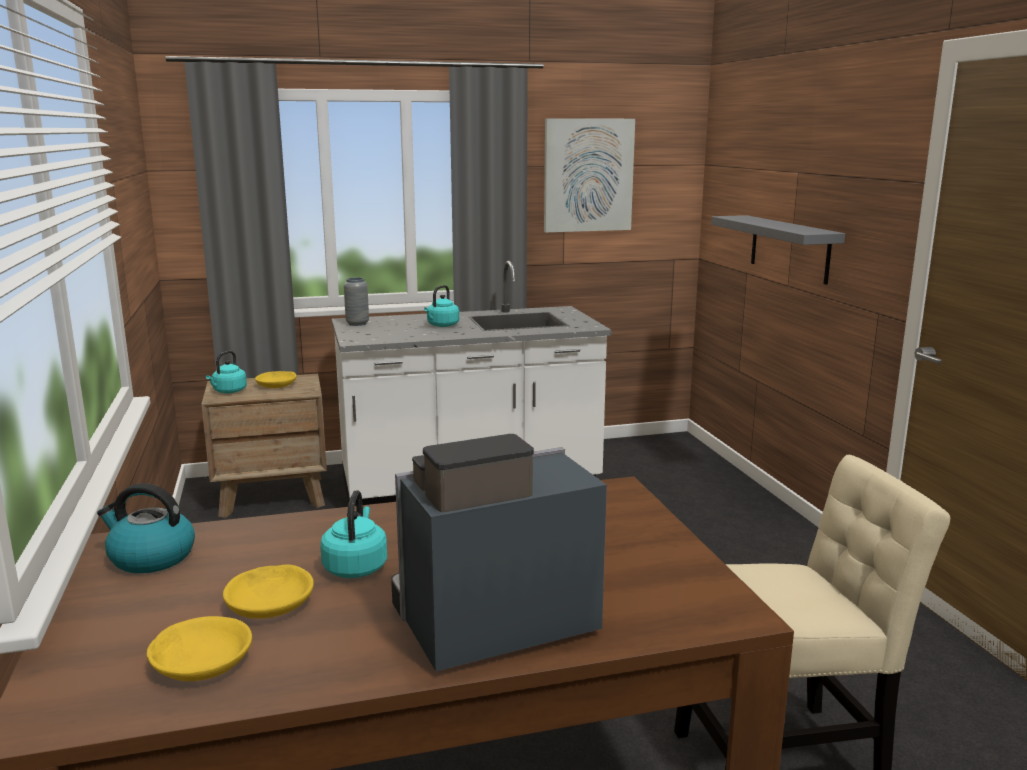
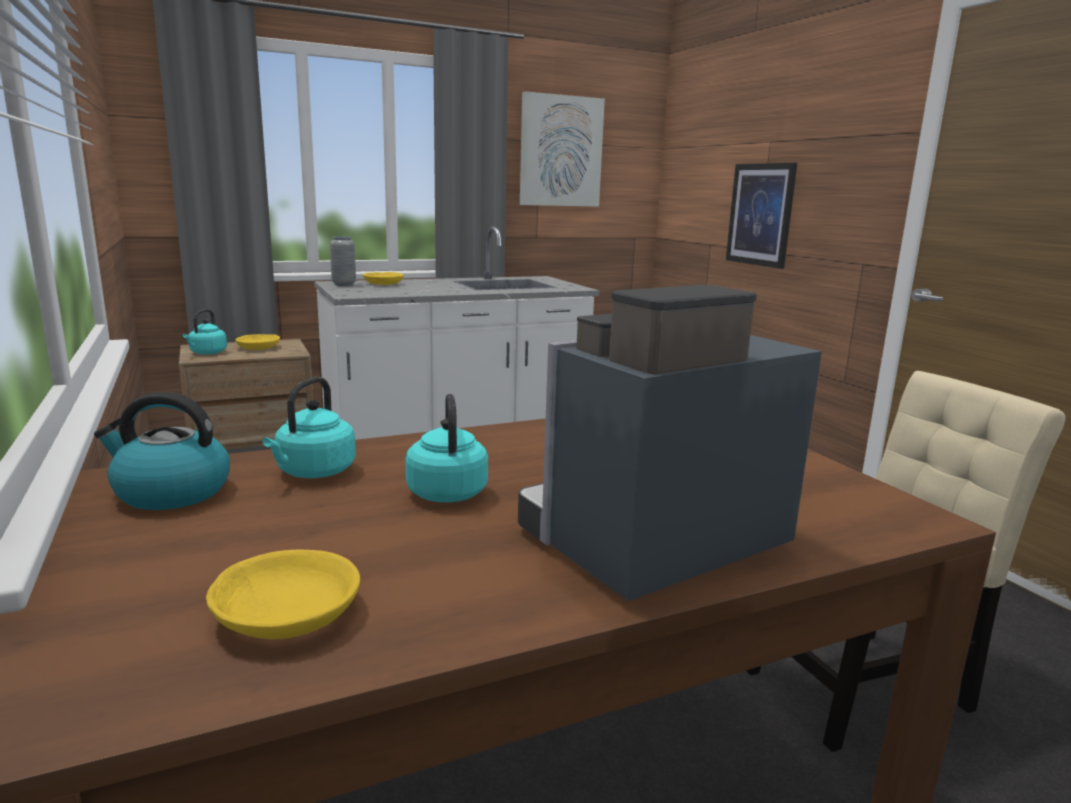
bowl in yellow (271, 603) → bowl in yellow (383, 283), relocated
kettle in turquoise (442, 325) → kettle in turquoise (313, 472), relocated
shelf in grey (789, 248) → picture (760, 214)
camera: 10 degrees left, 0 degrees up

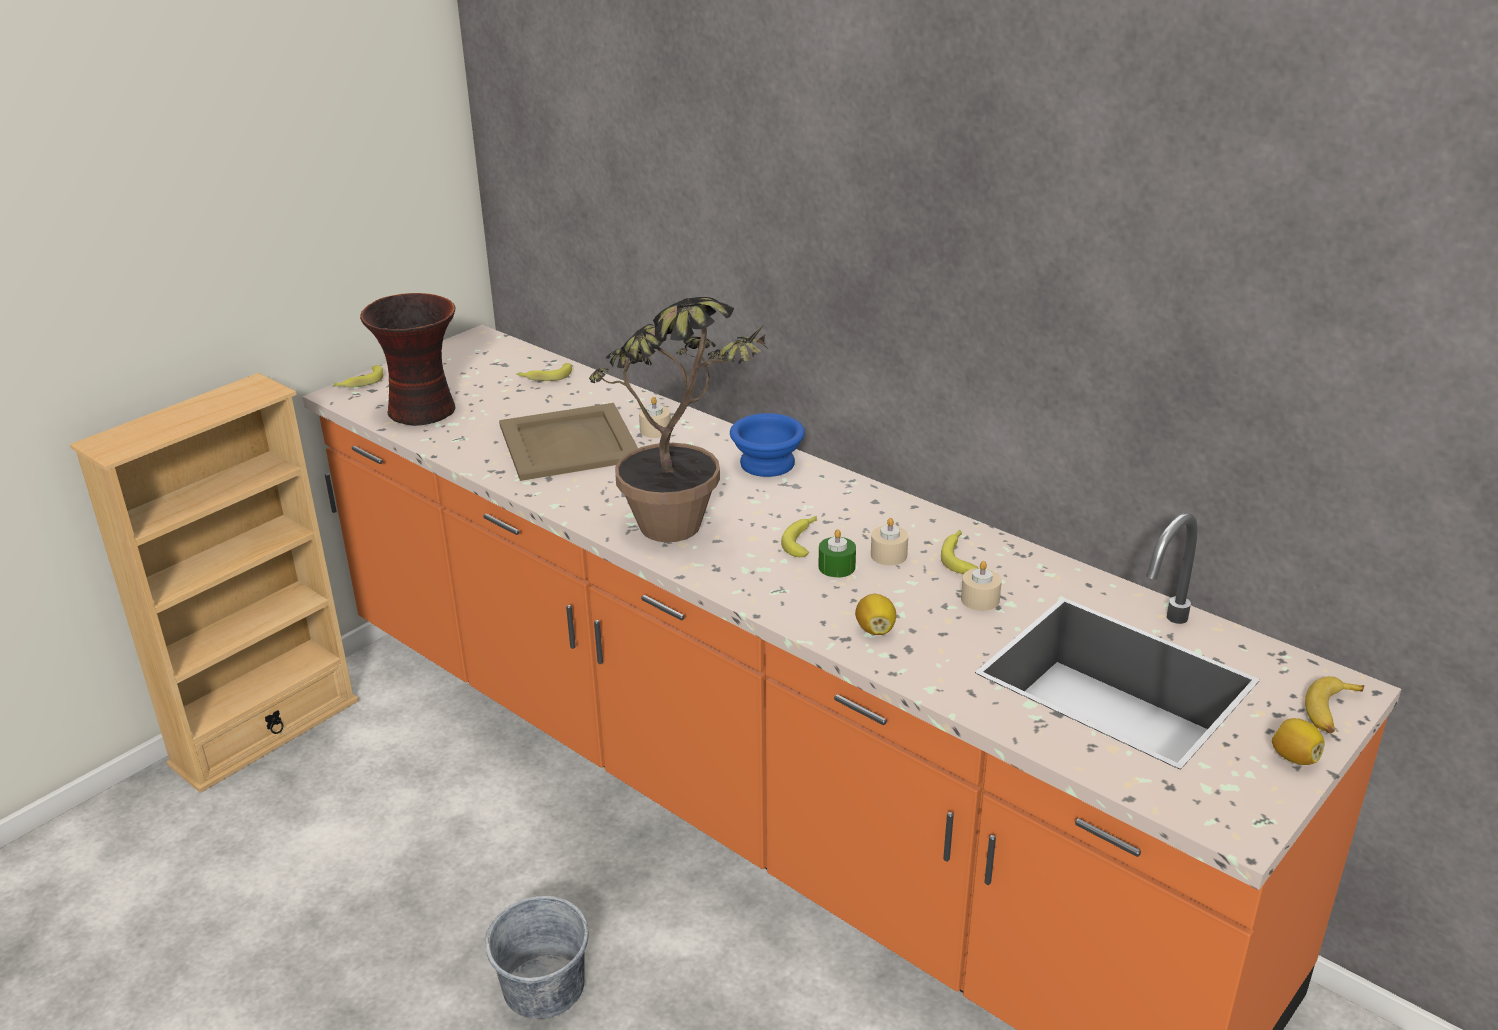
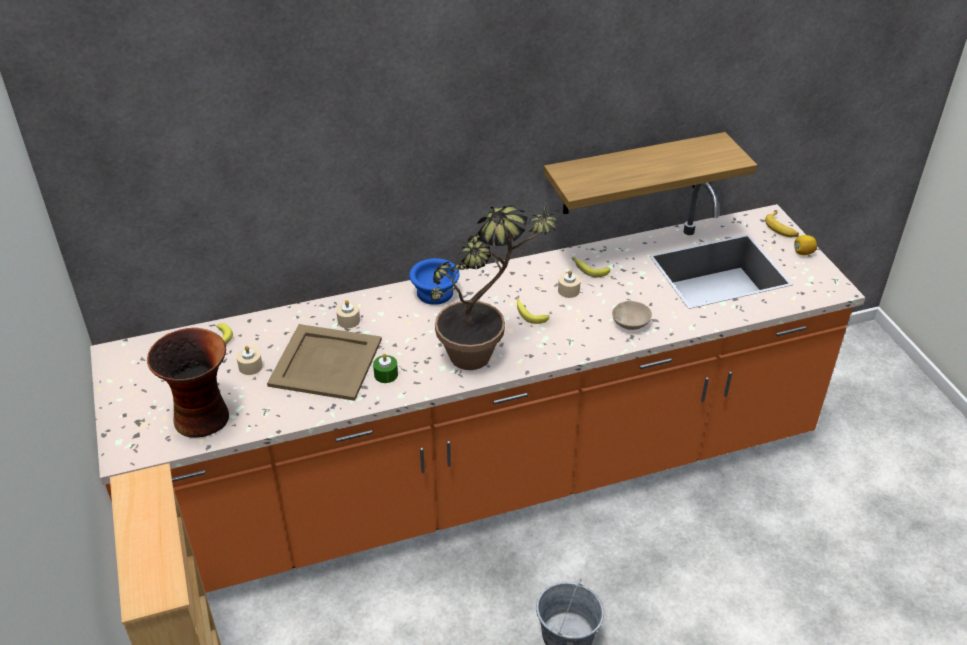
banana (359, 383) → -
candle in green (836, 567) → candle in green (386, 374), relocated
lemon (875, 629) → bowl in beige (631, 323)
candle in beige (980, 599) → candle in beige (250, 366), relocated
- → shelf (633, 174)
camera: 60 degrees left, 10 degrees up

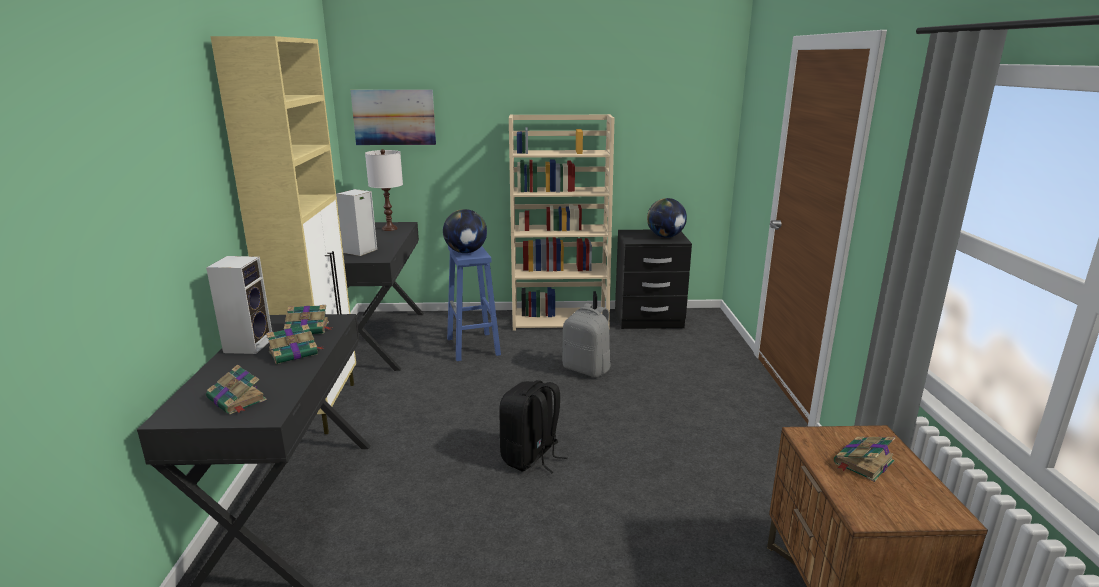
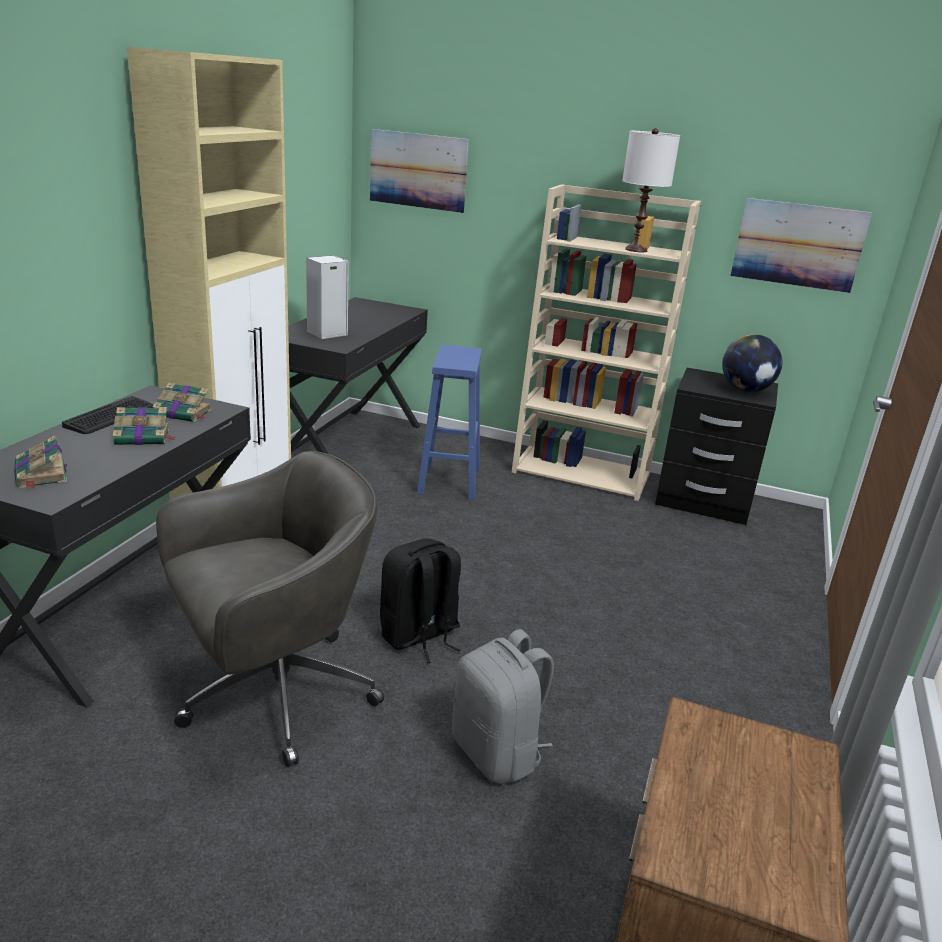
speaker (248, 344) → keyboard (110, 416)
table lamp in white (389, 229) → table lamp in white (635, 250), relocated
globe (466, 252) → -
backpack in grey (587, 369) → backpack in grey (497, 753), relocated
book (863, 463) → -
- → office chair in grey (273, 694)
- → picture (798, 245)
camera: 20 degrees right, 5 degrees up

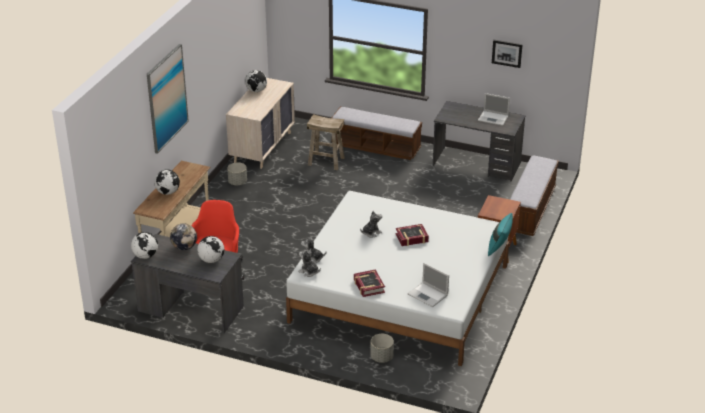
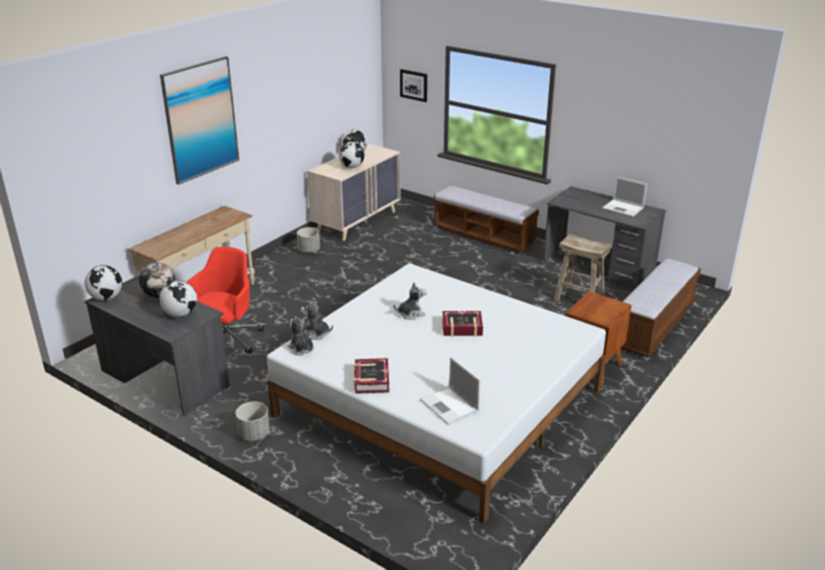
globe (168, 192) → globe (352, 167), relocated
stool in beige (326, 161) → stool in beige (578, 299), relocated
planter in grey (381, 357) → planter in grey (254, 434), relocated
pillow in turquoise (499, 248) → -
picture (507, 53) → picture (414, 85), relocated
camera: 15 degrees right, 5 degrees down

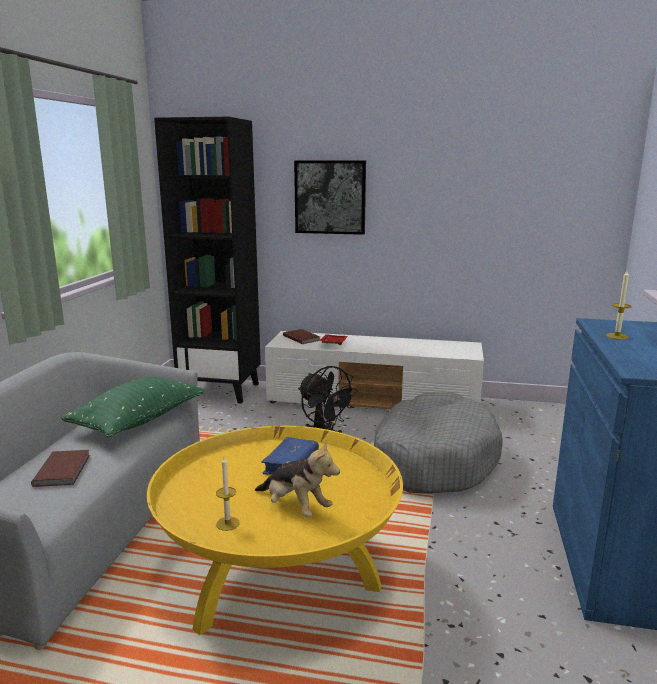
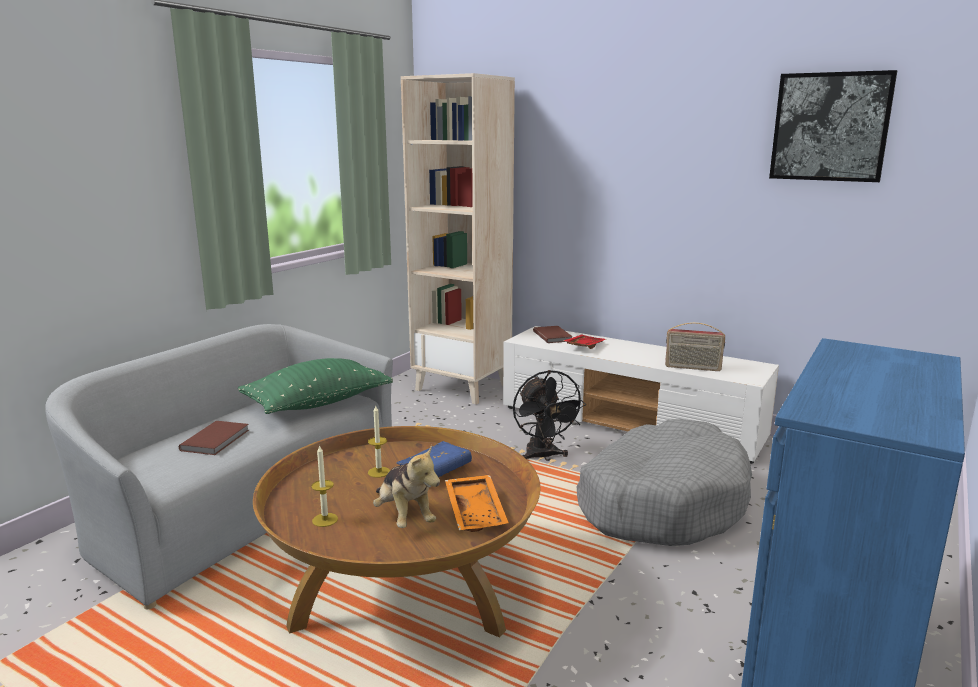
coffee table in yellow (279, 575) → coffee table in brown (403, 593)
bookcase in black (221, 390) → bookcase in beige (463, 387)
picture (330, 197) → picture (830, 127), relocated
candle (617, 336) → candle (379, 472), relocated
- → tray in orange (477, 512)
- → radio (692, 368)
camera: 20 degrees right, 0 degrees up

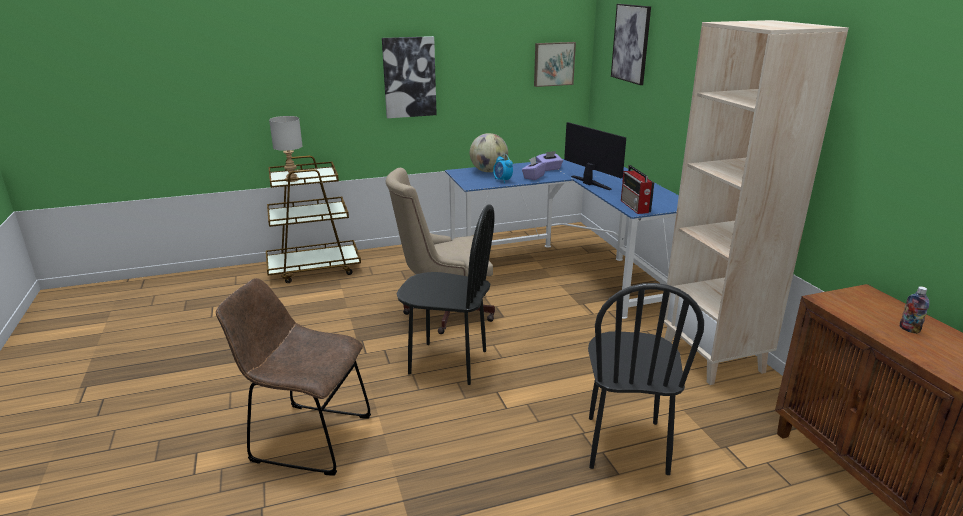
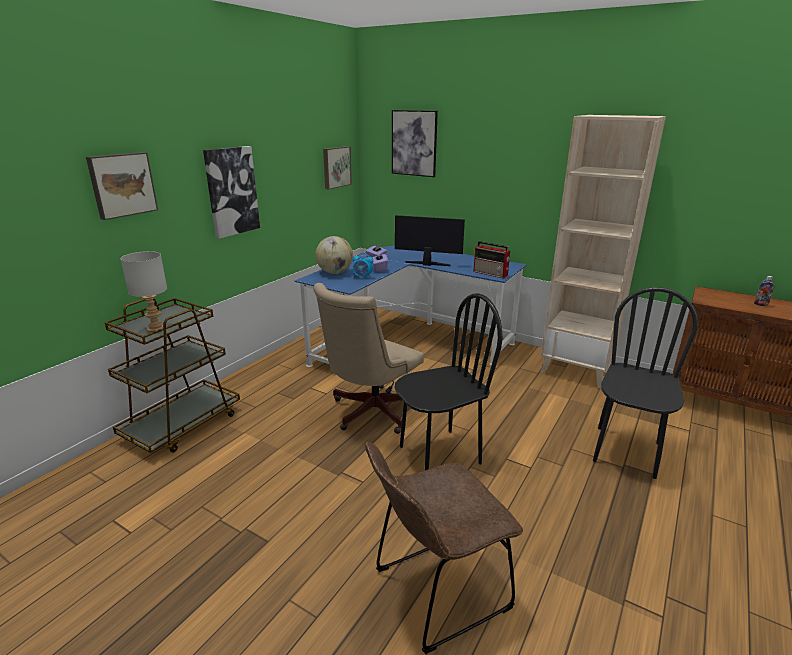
chair in black (625, 444) → chair in black (626, 451), 120 degrees counterclockwise
- → picture (122, 184)
camera: 40 degrees left, 0 degrees up

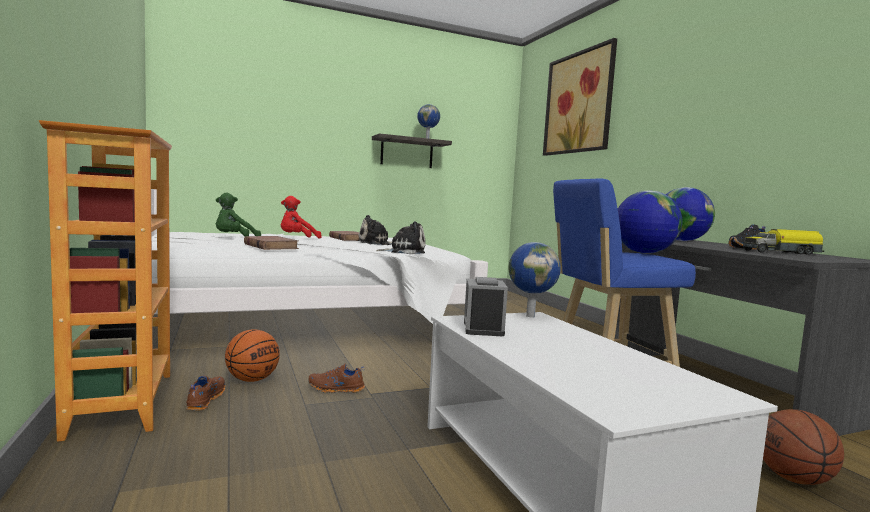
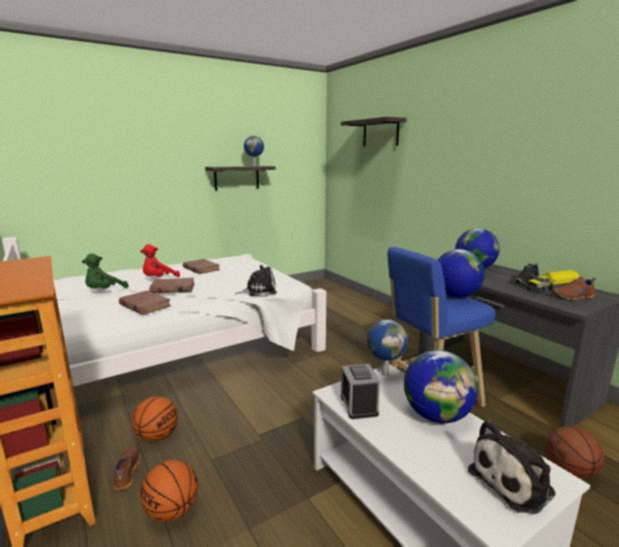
shoe in brown (336, 389) → shoe in brown (573, 297), relocated
plush toy (376, 243) → plush toy (514, 481), relocated
picture (578, 103) → shelf (380, 133)
- → basketball (172, 511)
- → book in brown (172, 288)
- → globe (437, 416)
camera: 10 degrees left, 10 degrees up

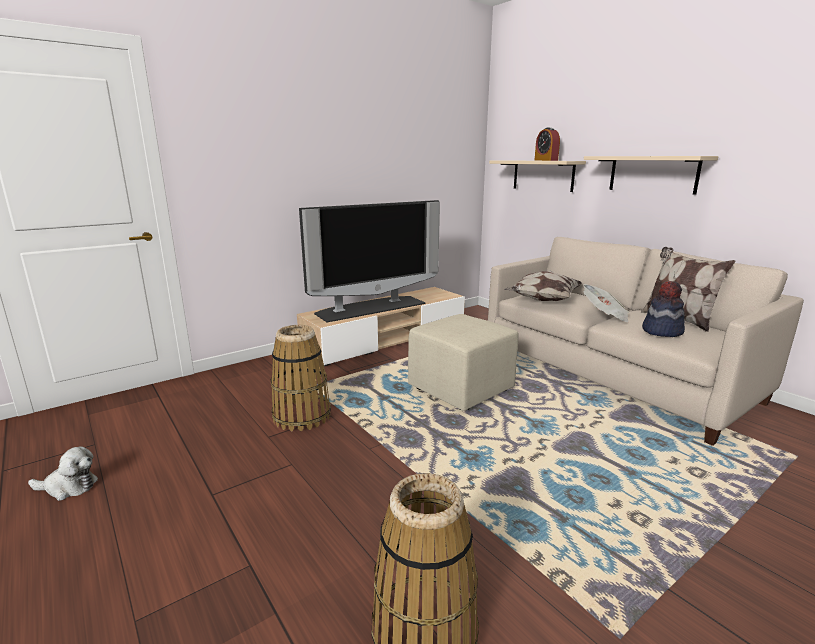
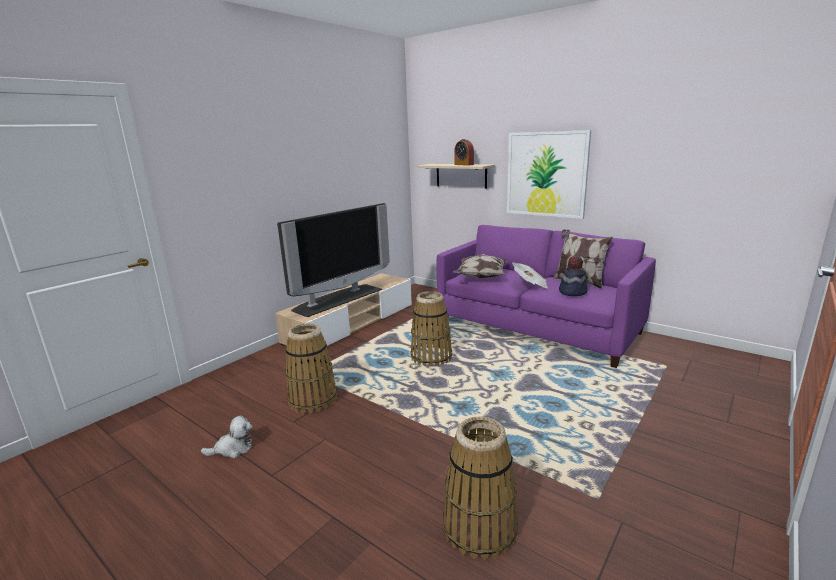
plush toy (68, 487) → plush toy (233, 449), relocated
ottoman in beige (460, 390) → basket (431, 357)
sofa in beige (613, 375) → sofa in purple (537, 328)
shelf in beige (652, 174) → picture (546, 174)
camera: 15 degrees left, 0 degrees up

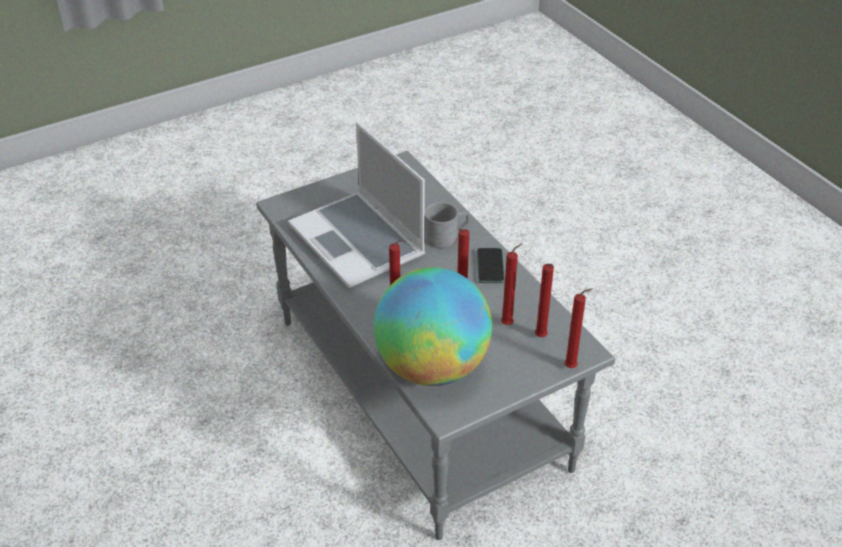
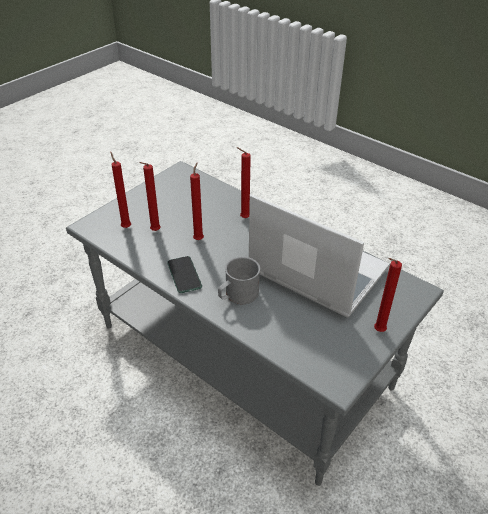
globe (432, 366) → -
candle in red (572, 367) → candle in red (377, 331), relocated
camera: 160 degrees right, 0 degrees up

